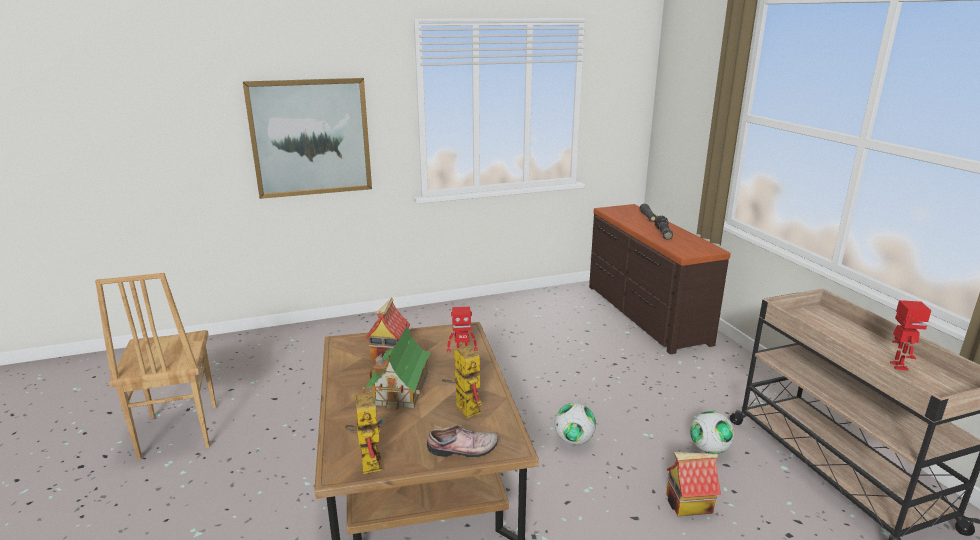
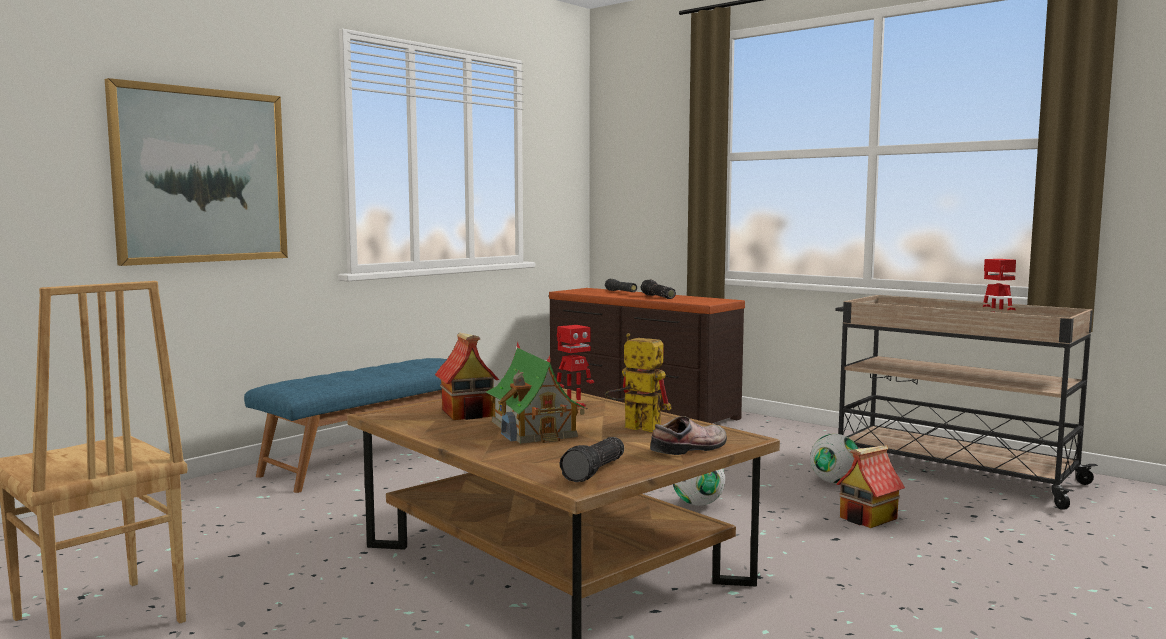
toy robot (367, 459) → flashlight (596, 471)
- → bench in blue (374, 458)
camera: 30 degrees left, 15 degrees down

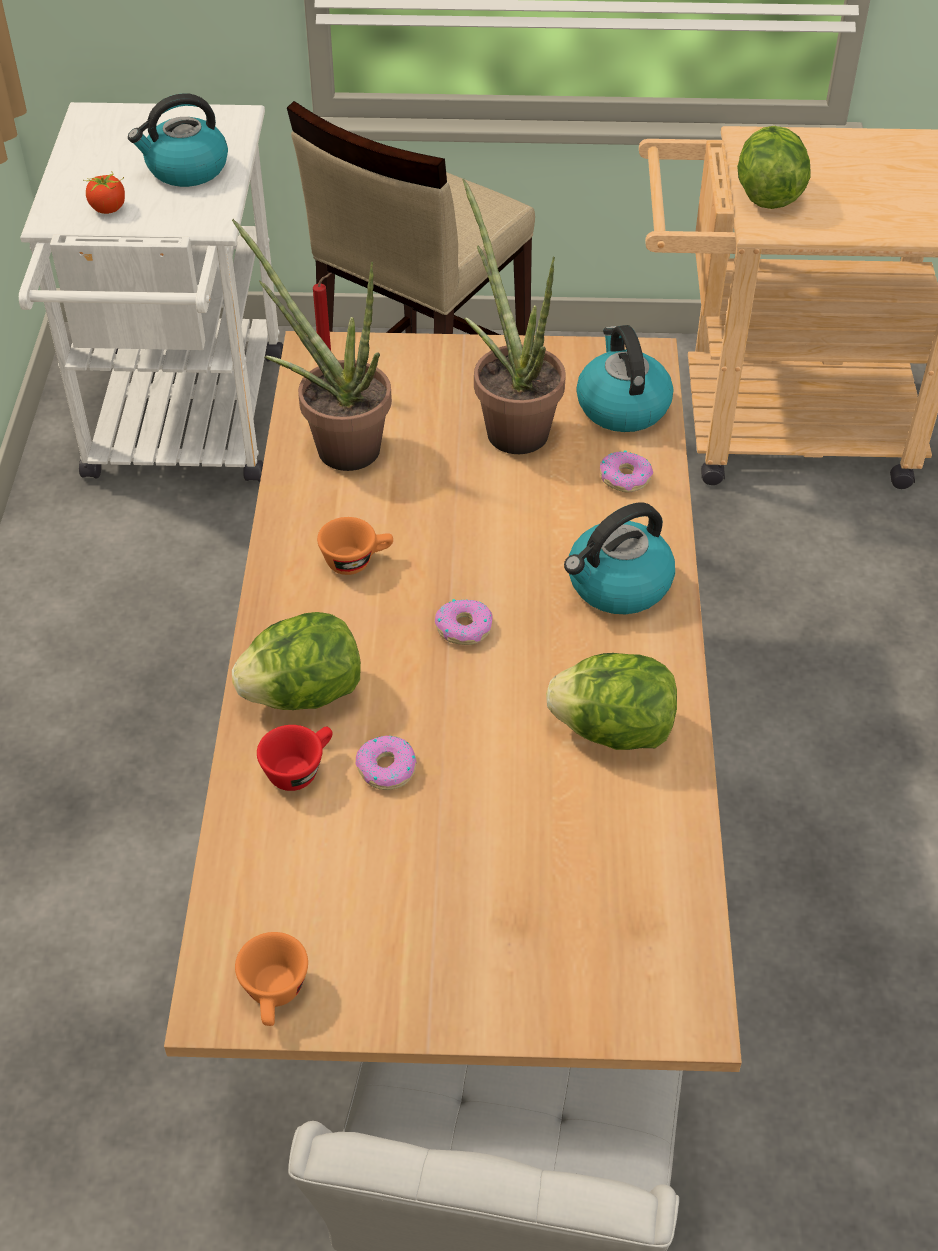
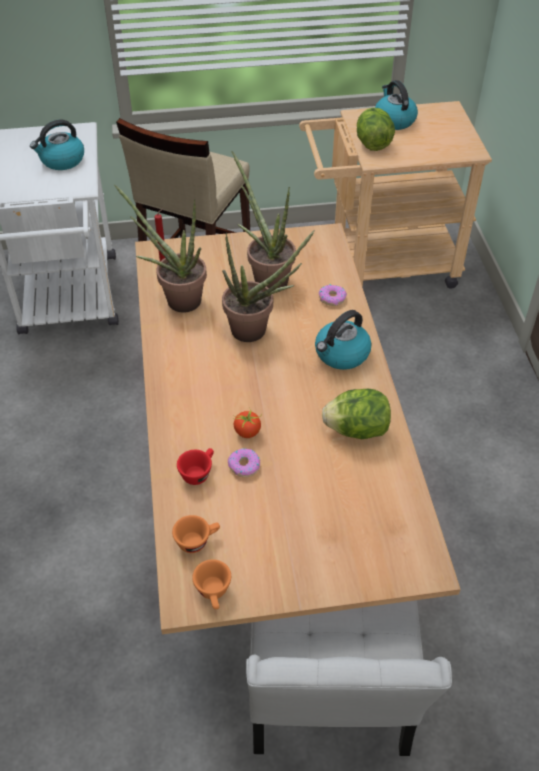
tomato (108, 208) → tomato (247, 432), relocated
lettuce (304, 693) → -
cup in orange (357, 560) → cup in orange (197, 540), relocated
donut (464, 627) → -
kettle (621, 406) → kettle (394, 120), relocated
- → potted plant (256, 331)
camera: 10 degrees left, 0 degrees up

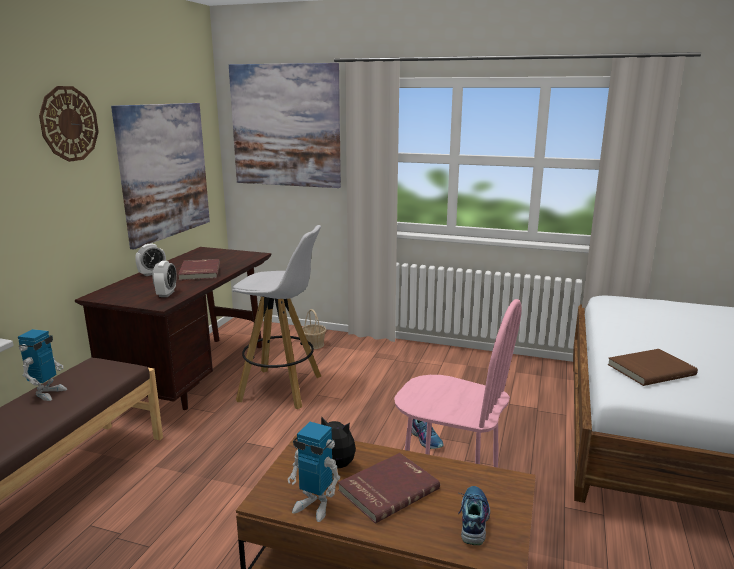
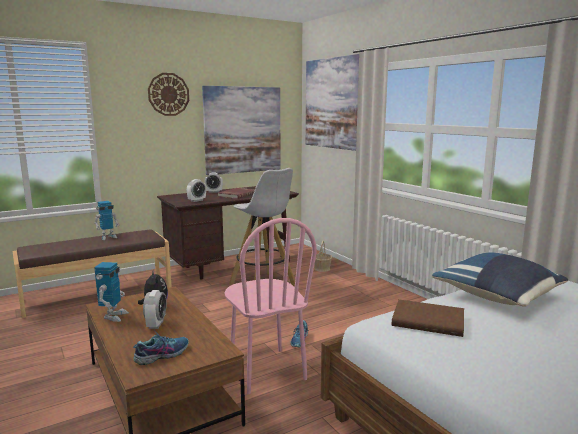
toy robot (314, 506) → toy robot (113, 316), 150 degrees counterclockwise
book in red (387, 489) → alarm clock (156, 324)
- → pillow in blue (498, 297)
camera: 40 degrees right, 5 degrees down

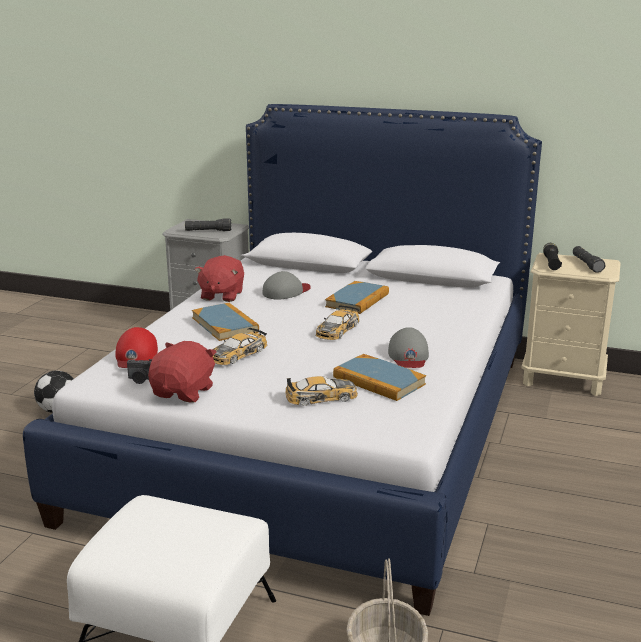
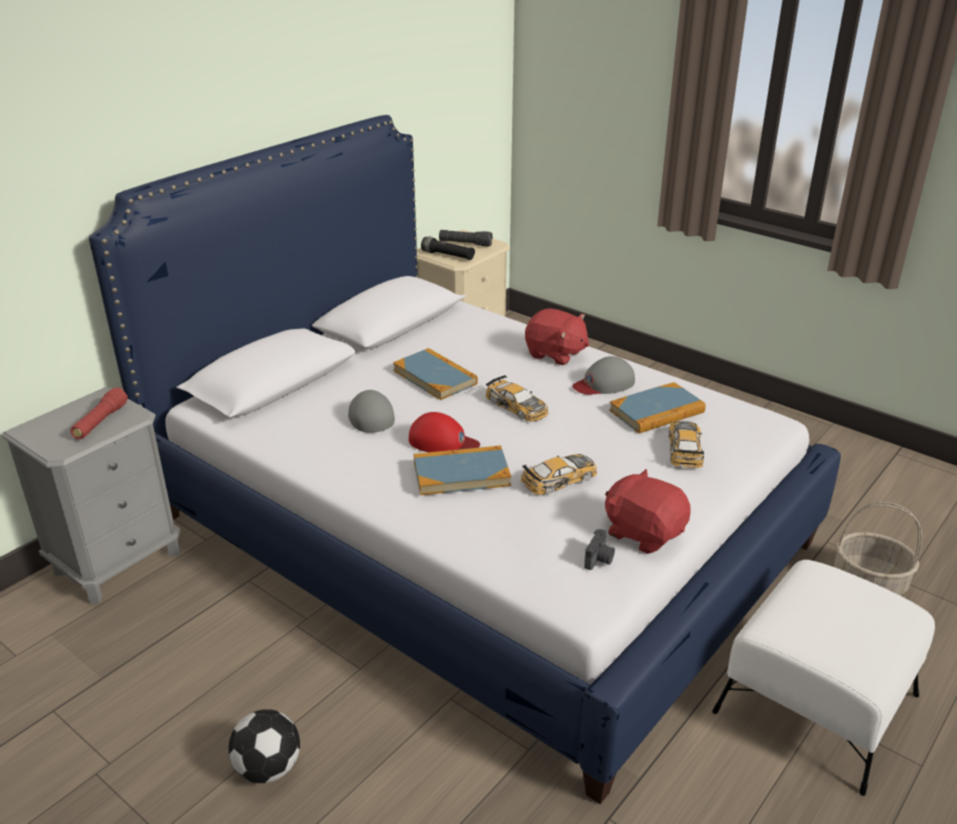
cap in red (135, 356) → cap in red (443, 442), relocated
flashlight in black (208, 231) → flashlight in red (101, 422)
plush toy in red (221, 295) → plush toy in red (555, 354), relocated
toy car (237, 354) → toy car (560, 479), 90 degrees counterclockwise
cap in grey (408, 355) → cap in grey (604, 383), 135 degrees clockwise
camera: 70 degrees left, 10 degrees up

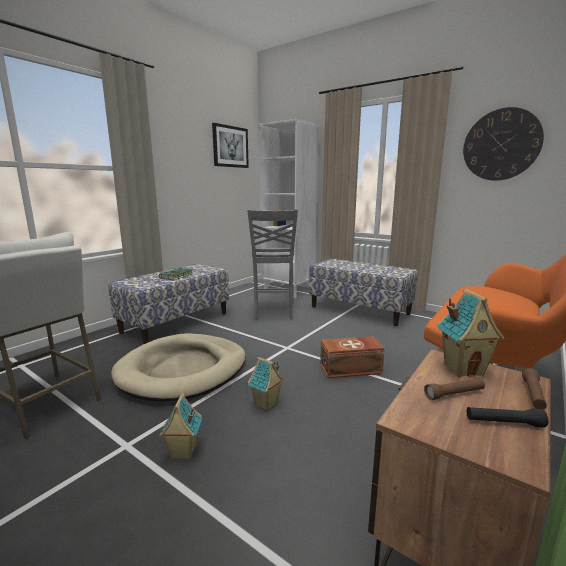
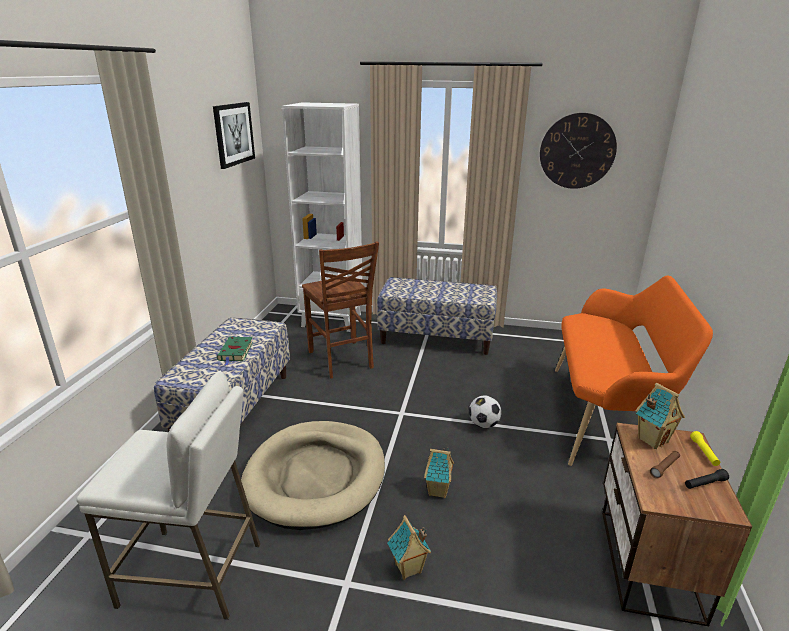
chair in grey (273, 311) → chair in brown (341, 360)
storage box in brown (351, 369) → football (483, 424)
flashlight in brown (533, 395) → flashlight in yellow (704, 452)
camera: 25 degrees left, 10 degrees up

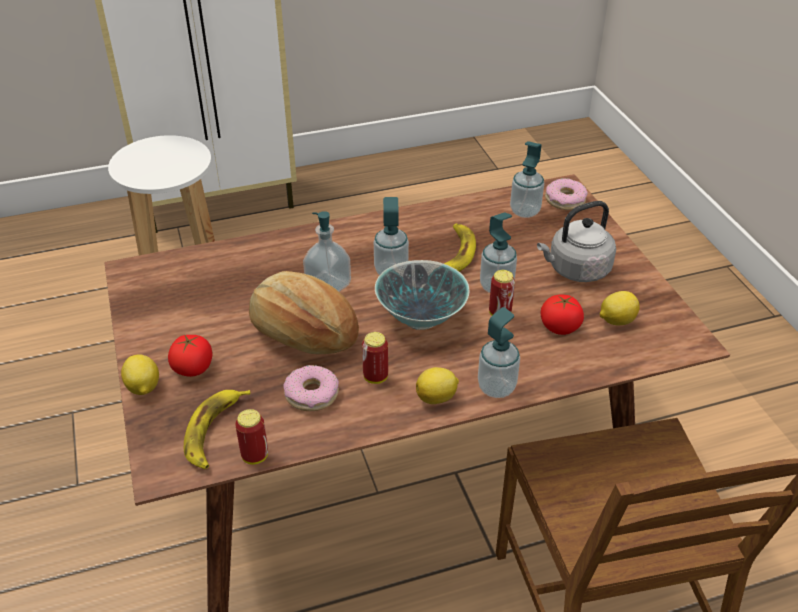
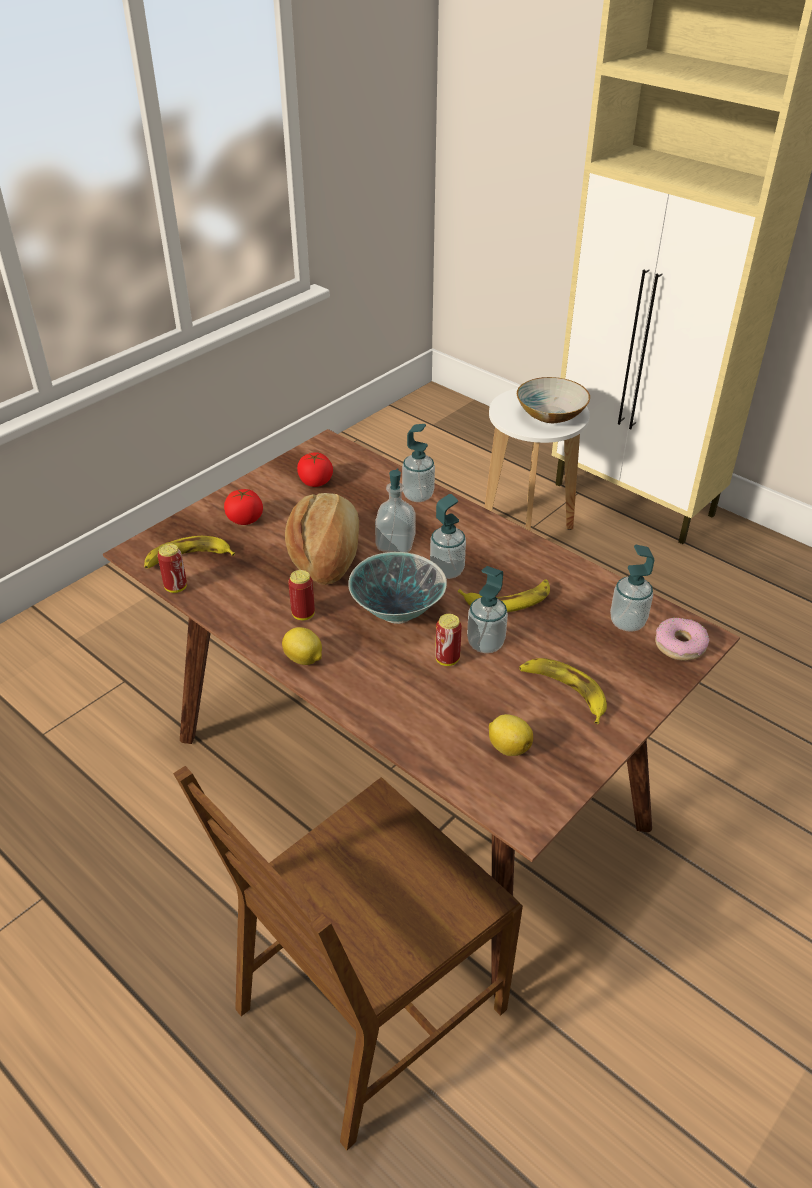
lemon (143, 388) → -
donut (311, 394) → -
soap dispenser (496, 387) → soap dispenser (418, 495), relocated
kettle in grey (576, 270) → banana (564, 691)
tomato (559, 327) → tomato (315, 482), relocated
- → bowl (550, 414)
camera: 60 degrees right, 0 degrees up

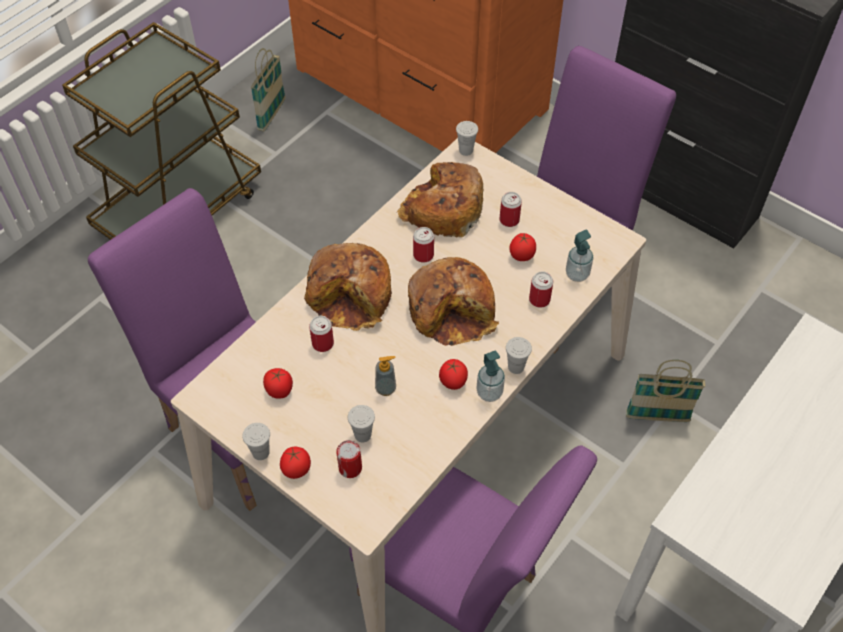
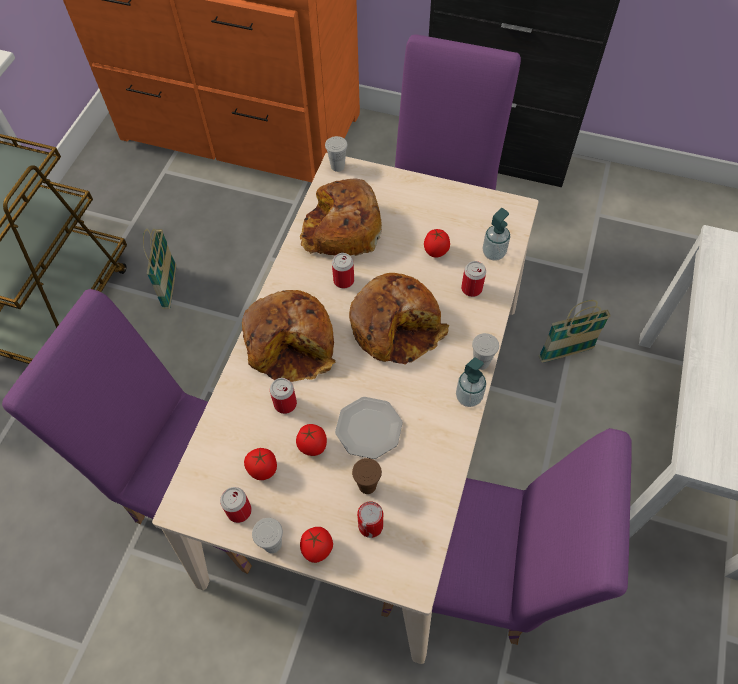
basket (272, 115) → basket (170, 287), relocated
cup in white (362, 435) → cup in brown (367, 485)
soap dispenser (385, 388) → plate (368, 428)
tomato (453, 382) → tomato (312, 446), relocated
can (509, 220) → can (239, 511), relocated
camera: 20 degrees left, 5 degrees up

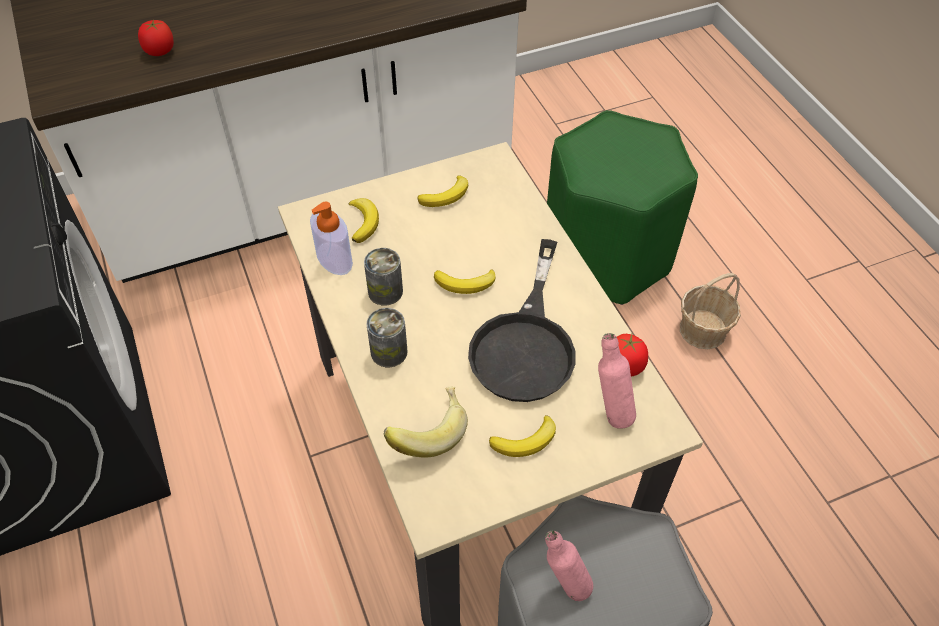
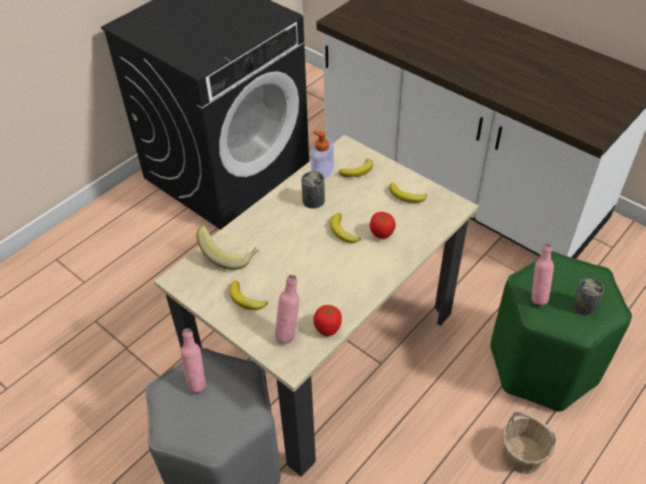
tomato (160, 51) → tomato (381, 233), relocated
can (389, 352) → can (584, 306), relocated
frying pan in black (526, 343) → -
- → bottle in pink (537, 296)
camera: 65 degrees right, 5 degrees down

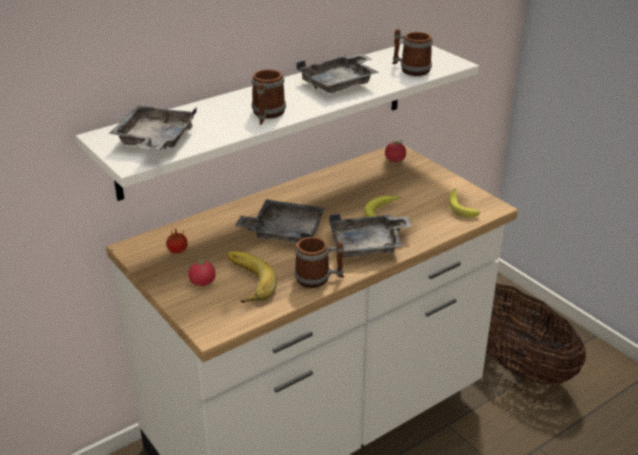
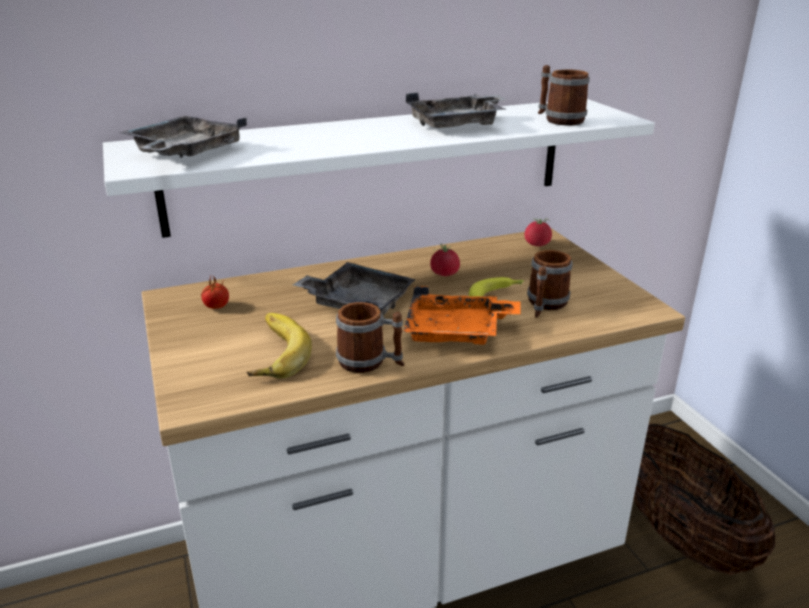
tomato (202, 282) → tomato (444, 274), relocated
mug (267, 115) → mug (545, 305), relocated
tray in grey (368, 245) → tray in orange (457, 332)
banana (460, 206) → -
camera: 15 degrees right, 5 degrees down

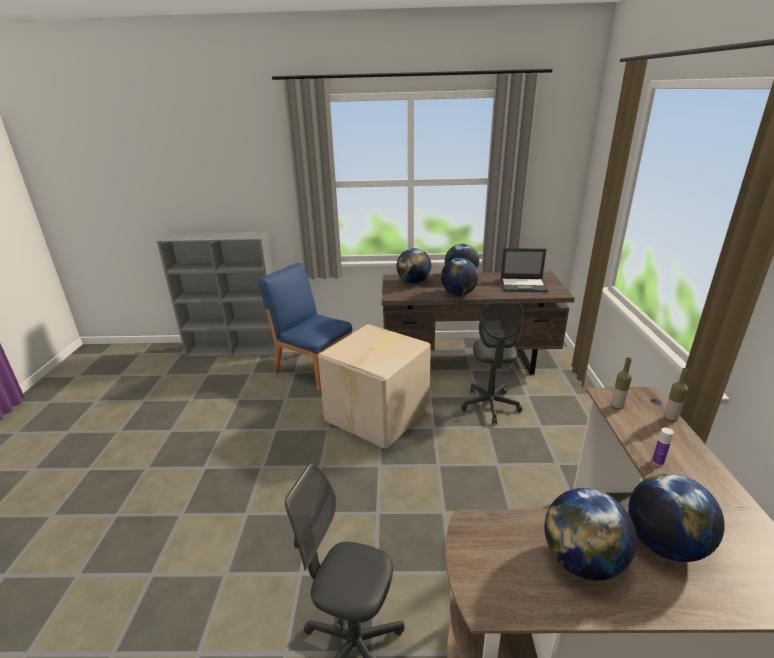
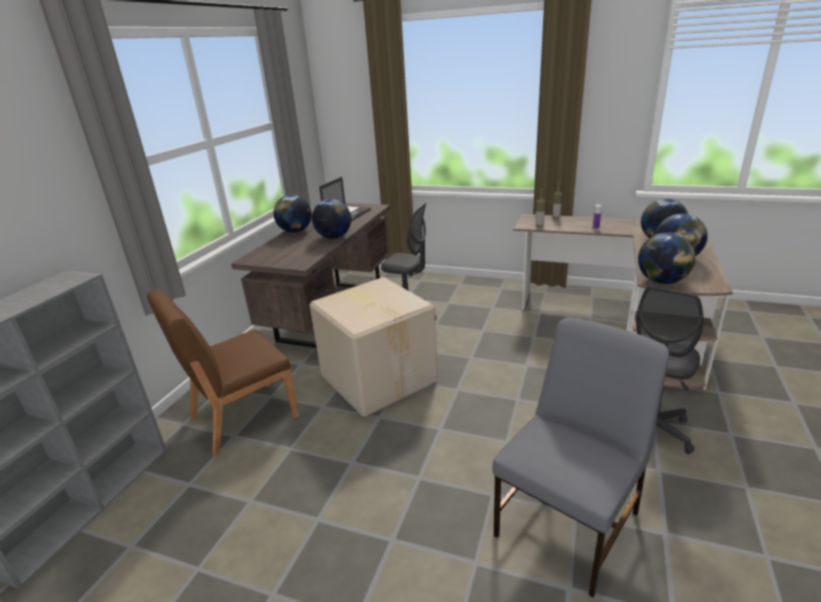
chair in blue (313, 368) → chair in brown (242, 416)
globe (413, 282) → globe (661, 281), relocated
- → chair in grey (569, 523)
camera: 70 degrees left, 0 degrees up

